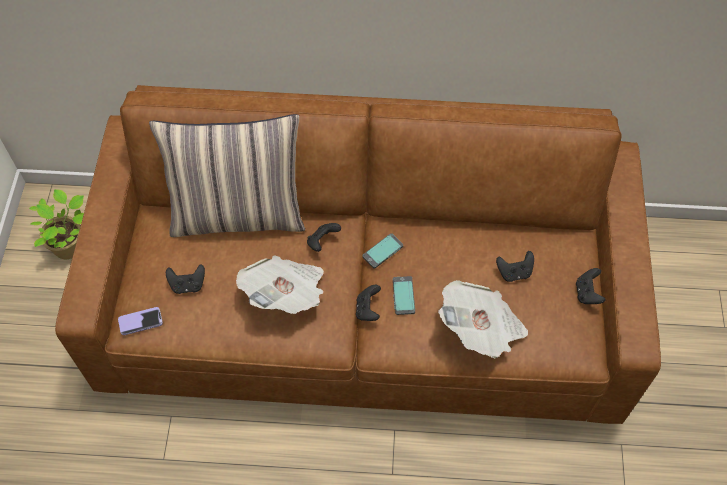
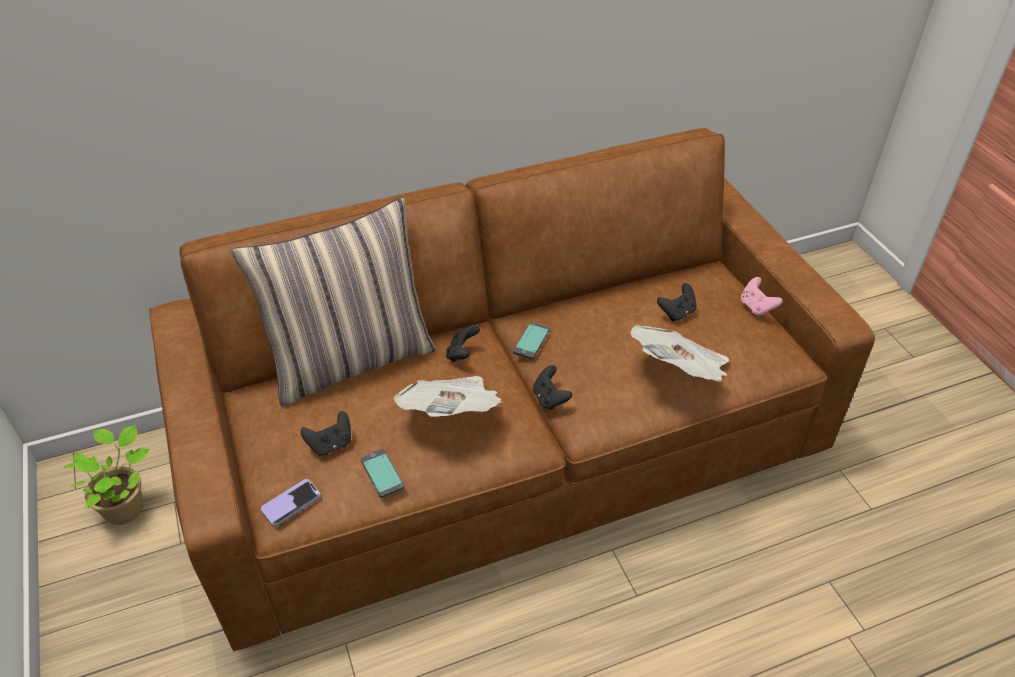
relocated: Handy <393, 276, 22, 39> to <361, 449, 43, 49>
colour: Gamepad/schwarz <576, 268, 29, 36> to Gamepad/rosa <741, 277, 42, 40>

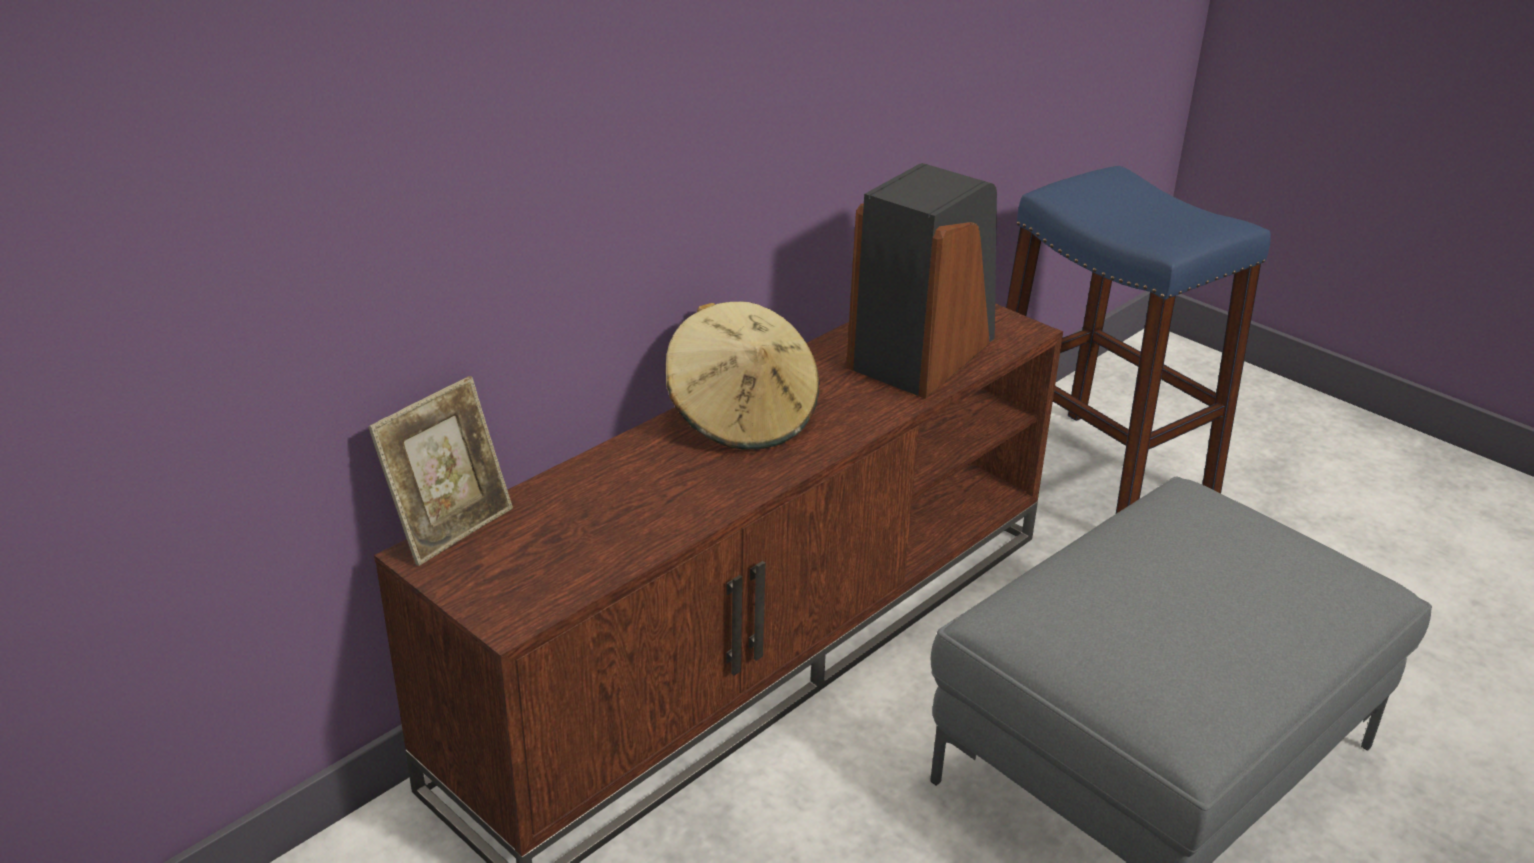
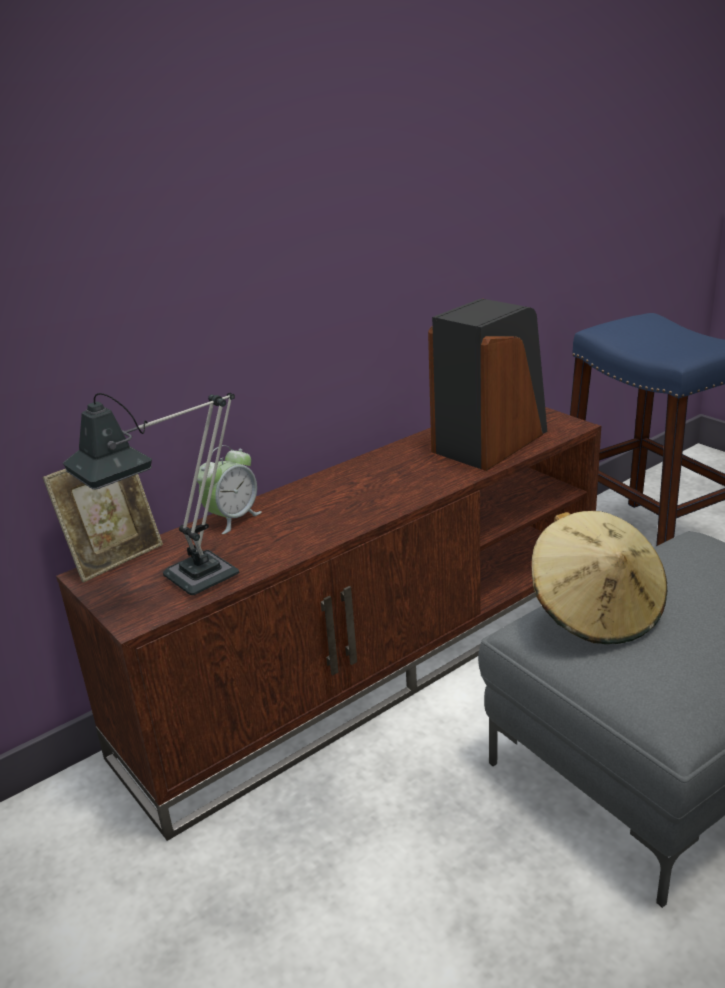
appeared: Tischlampe <63, 393, 176, 202>; Wecker <197, 445, 65, 89>
relocated: Hut/beige <665, 302, 155, 148> to <531, 511, 136, 133>

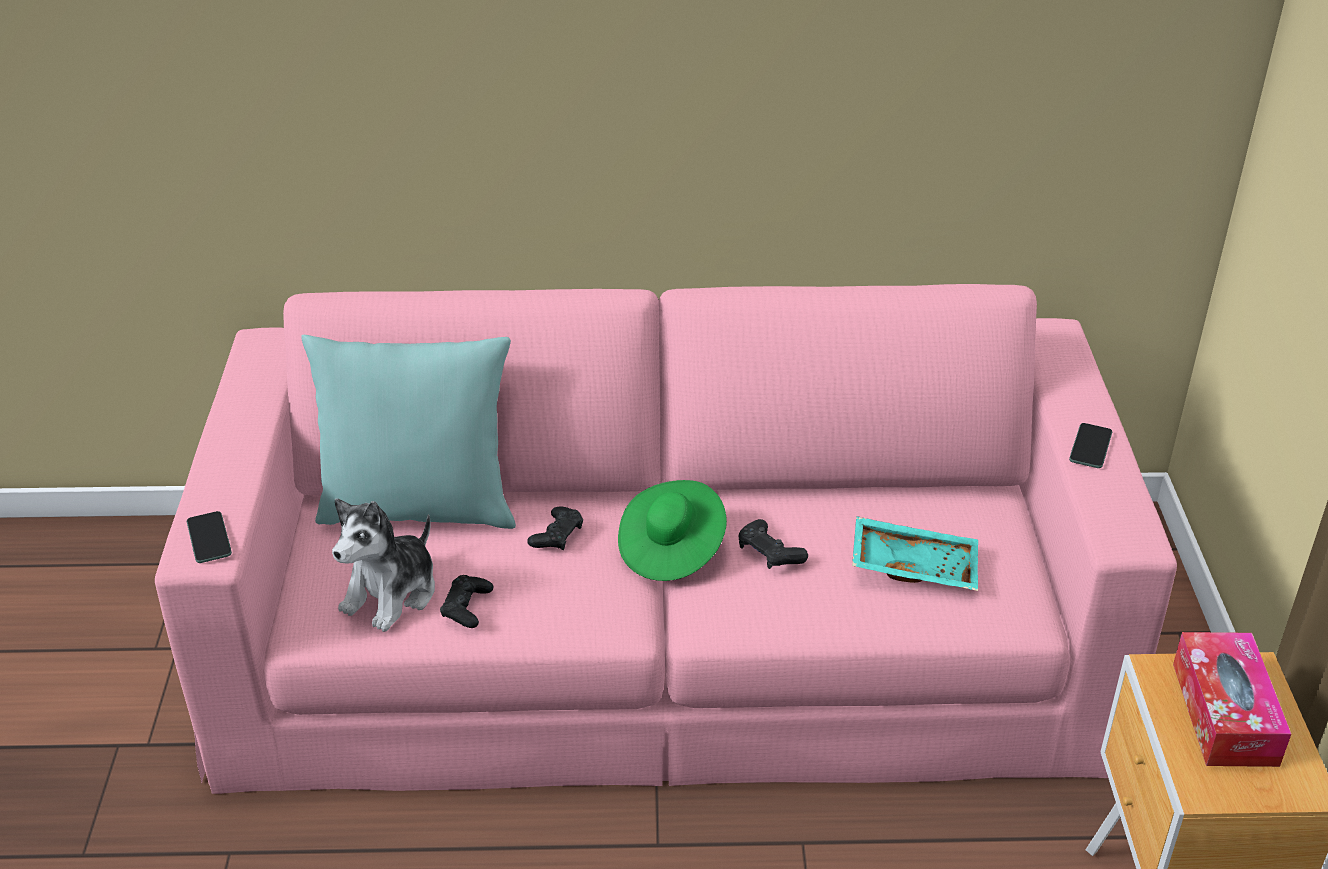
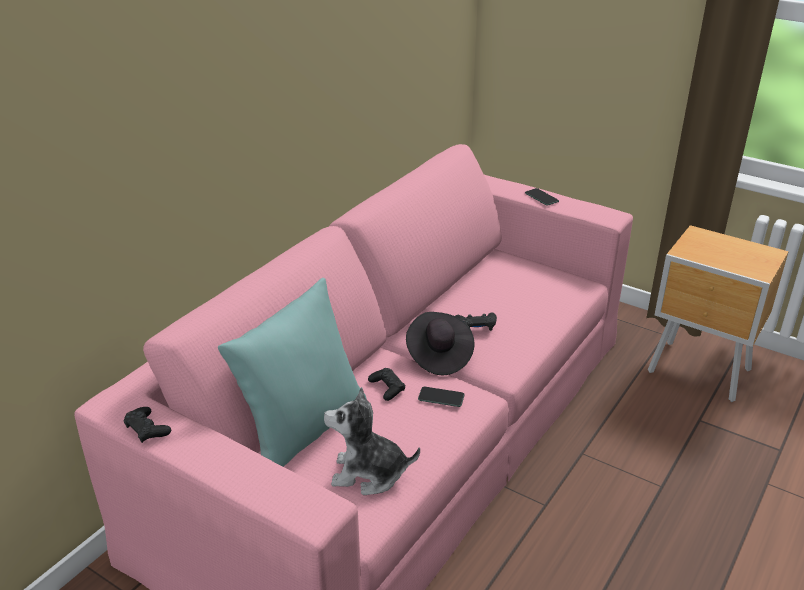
missing: Tablett/türkis <852, 516, 126, 75>; Taschentuchbox <1173, 632, 118, 135>
relocated: Gamepad/schwarz <440, 575, 53, 53> to <124, 407, 47, 36>; Handy <187, 511, 45, 52> to <418, 387, 47, 20>
colour: Hut/grün <618, 480, 109, 101> to Hut/schwarz <406, 312, 68, 63>
spun: Plüschtier <332, 499, 103, 133> = <324, 387, 96, 108> 120 degrees clockwise

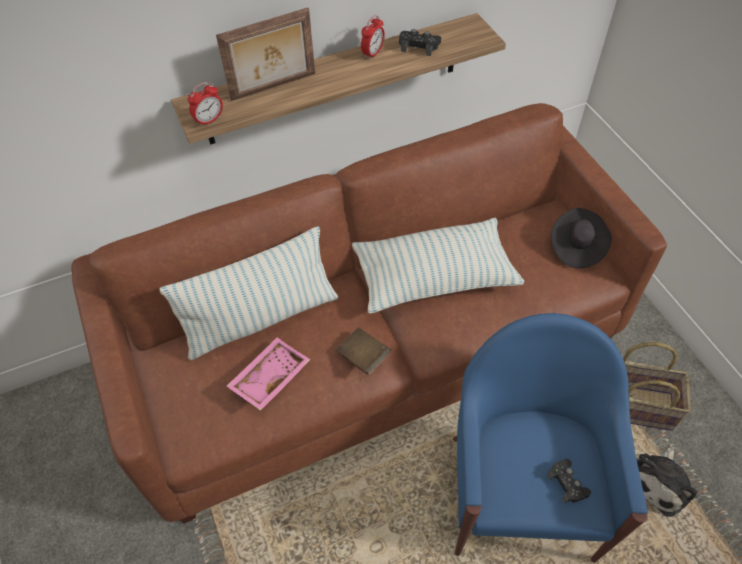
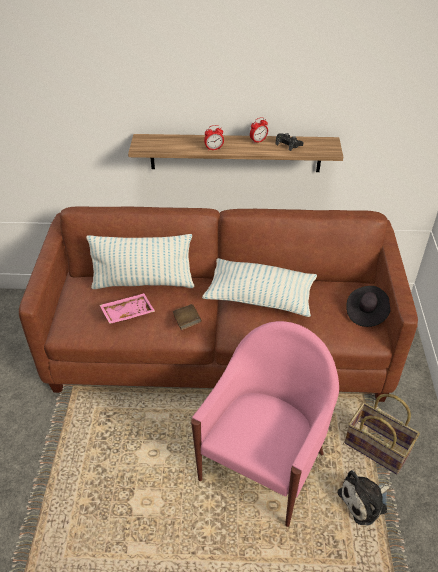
missing: Bilderrahmen <216, 8, 99, 93>; Gamepad/schwarz <547, 459, 44, 44>
relocated: Wecker <188, 82, 35, 45> to <204, 125, 20, 26>
colour: Sessel/blau <453, 313, 195, 250> to Sessel/rosa <191, 321, 148, 206>

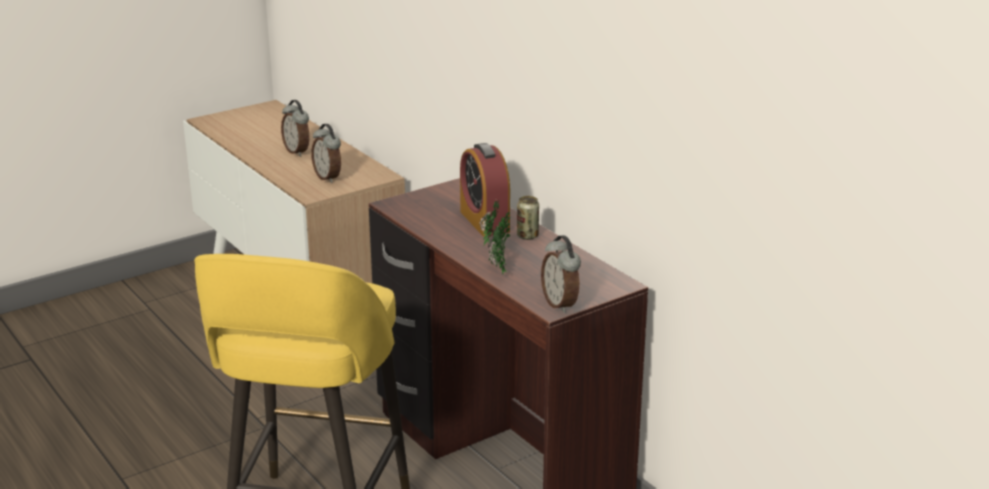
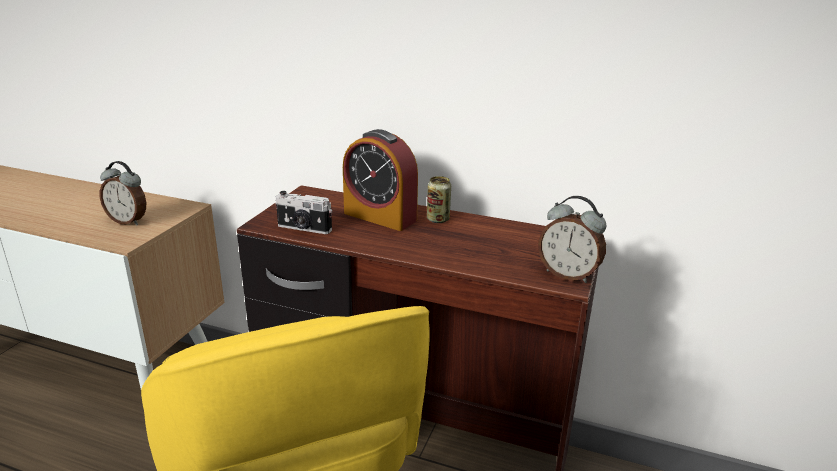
missing: Wecker <281, 100, 29, 57>; Topfpflanze <480, 198, 30, 76>
appeared: Kamera <275, 191, 57, 43>

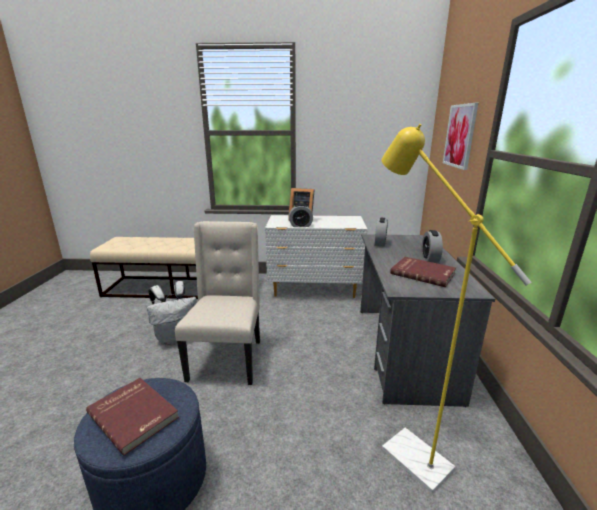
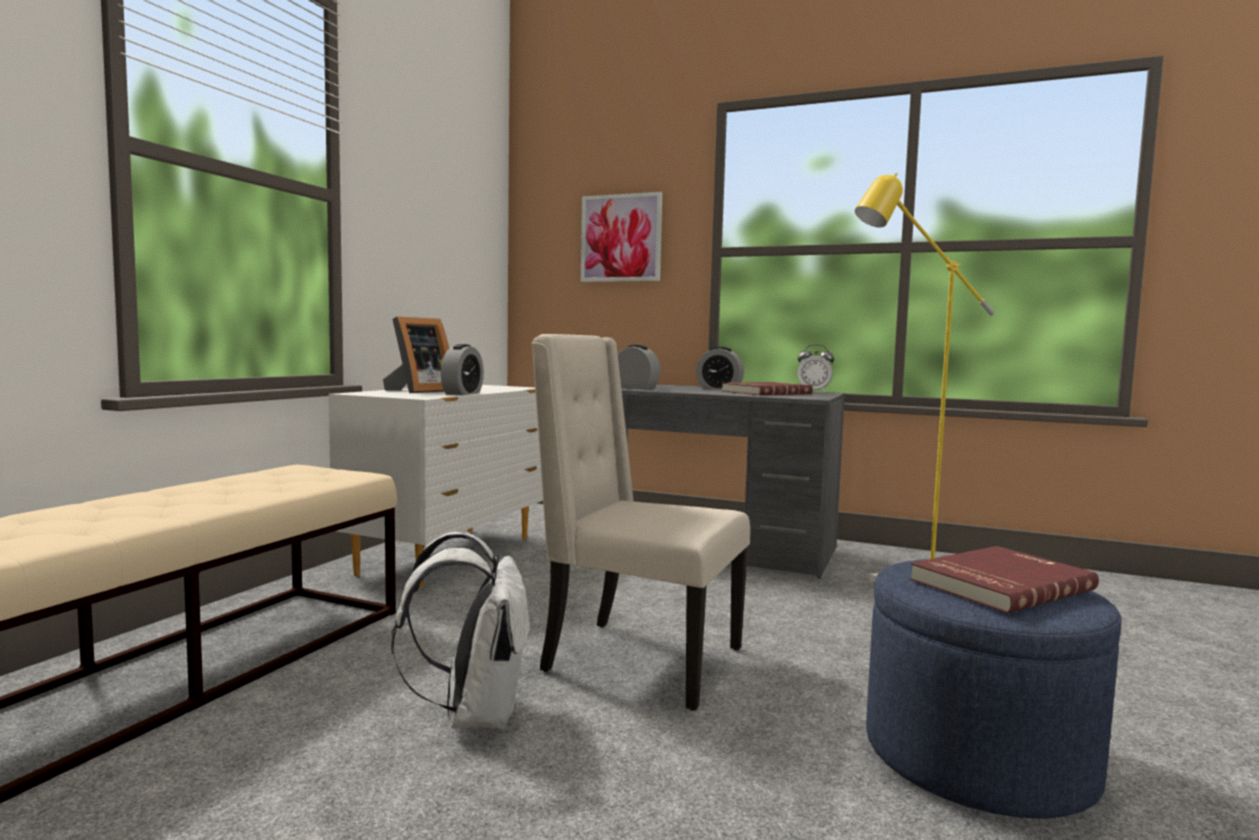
appeared: Wecker <797, 344, 37, 48>

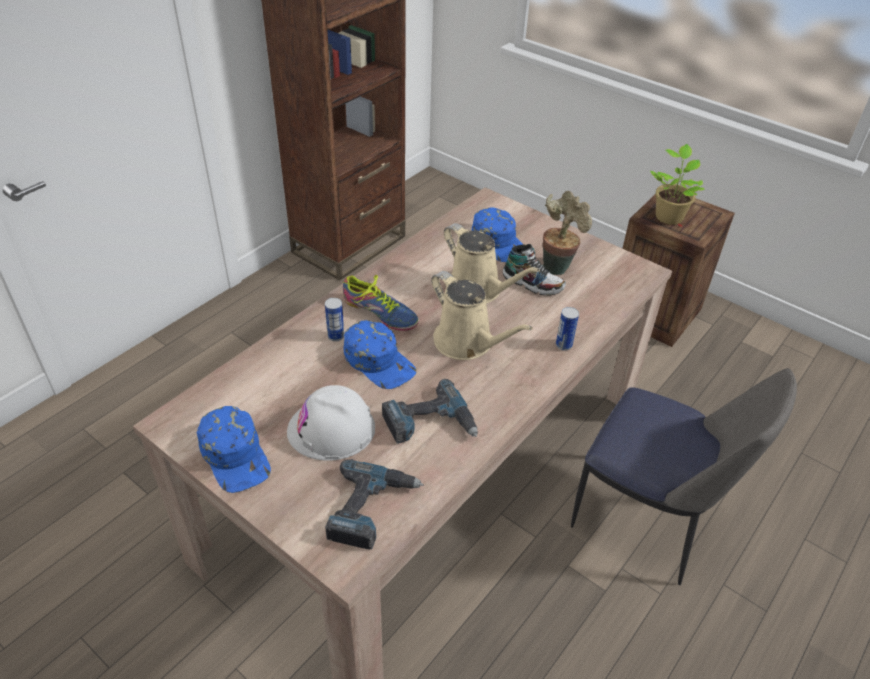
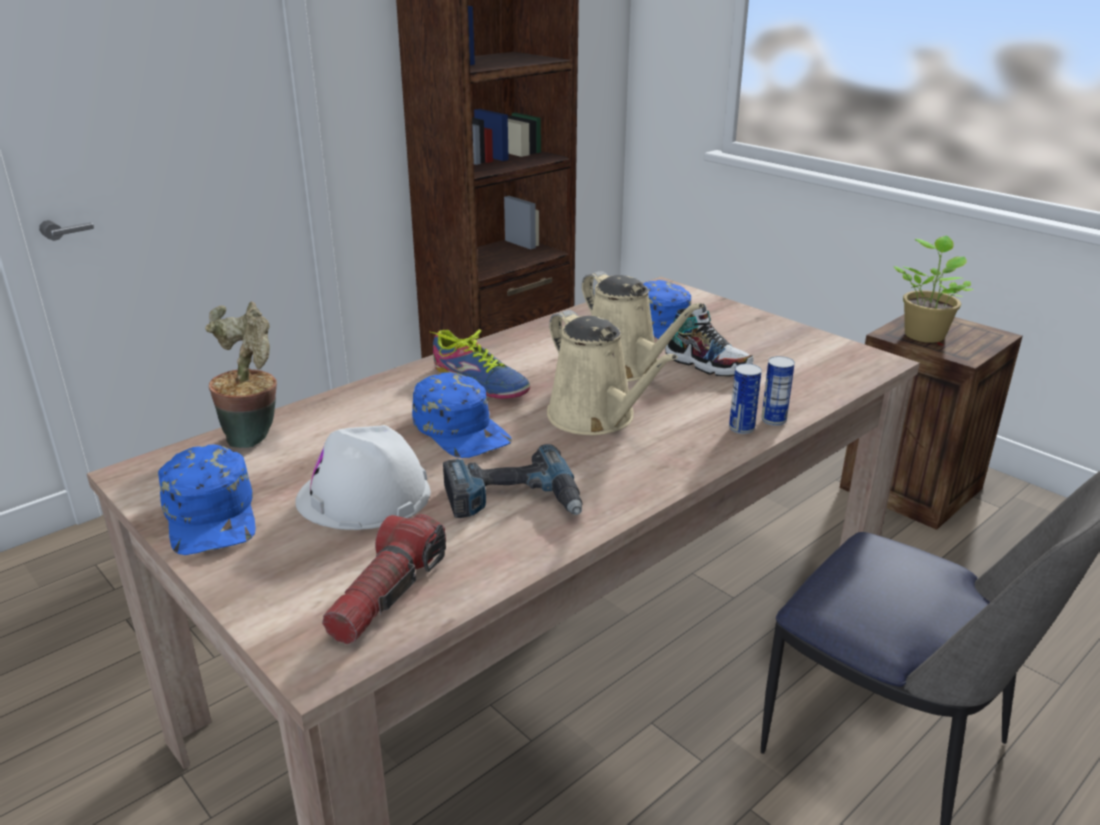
relocated: Topfpflanze <543, 191, 49, 84> to <205, 302, 72, 146>; Dose <325, 298, 19, 44> to <761, 356, 34, 70>
exchanged: Bohrmaschine <325, 459, 99, 91> to Taschenlampe <322, 514, 124, 130>

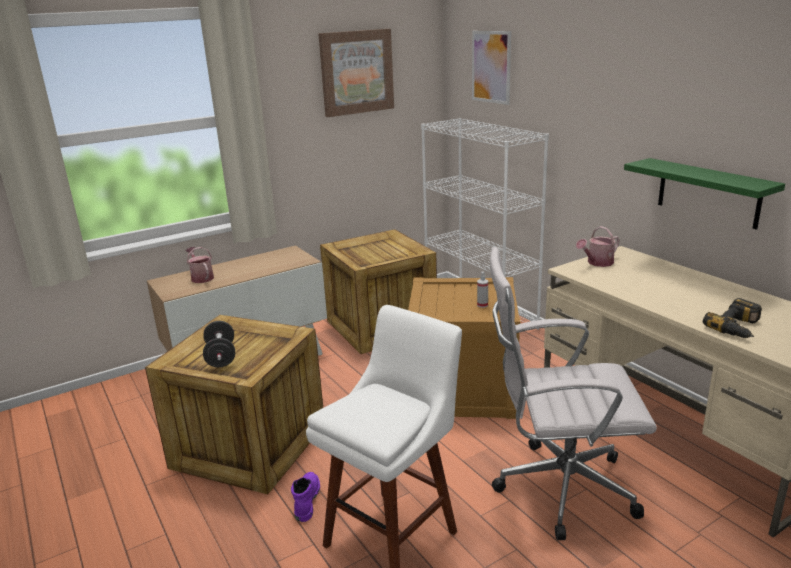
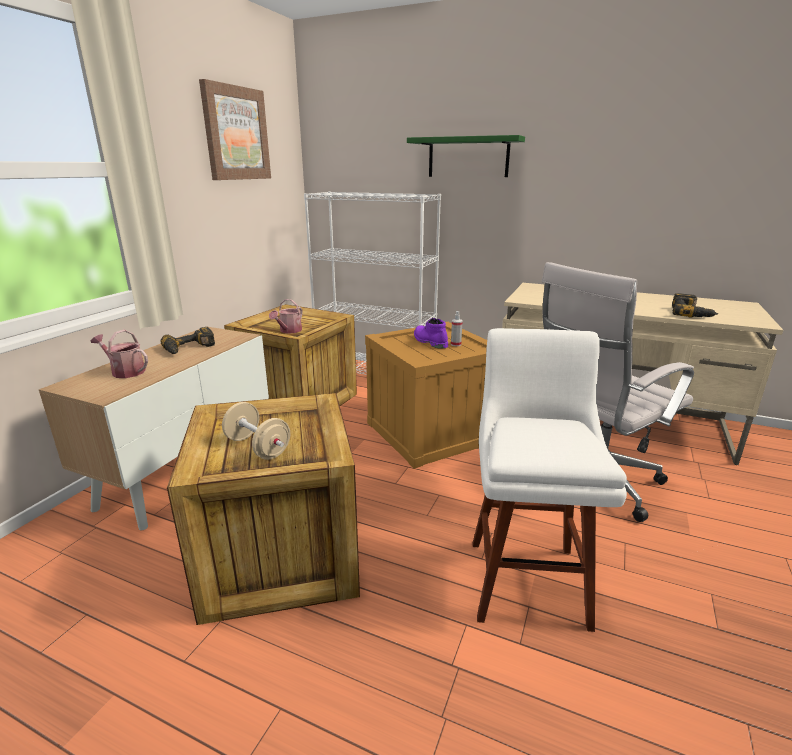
missing: Bild <472, 31, 39, 74>
appeared: Bohrmaschine <161, 327, 54, 27>
relocated: Gießkanne <576, 226, 44, 41> to <269, 299, 34, 35>; Wandregal/grün <624, 158, 161, 72> to <407, 135, 118, 42>; Stiefel/lila <291, 472, 29, 50> to <414, 318, 34, 30>
colour: Hantel/schwarz <203, 321, 32, 46> to Hantel/beige <222, 402, 68, 58>

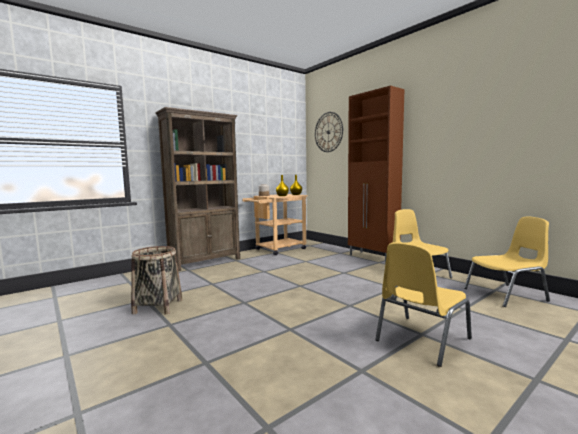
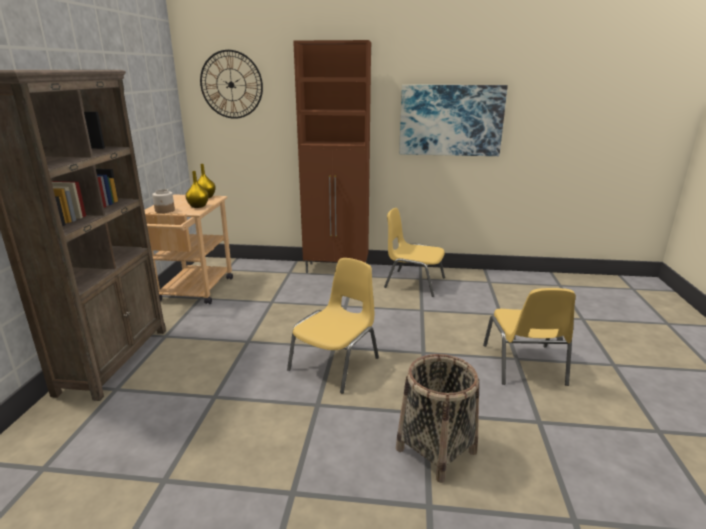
appeared: Bild <399, 85, 109, 71>
relocated: Stuhl/gelb <464, 217, 86, 90> to <287, 258, 92, 136>; Korb <131, 246, 51, 68> to <396, 354, 83, 129>

